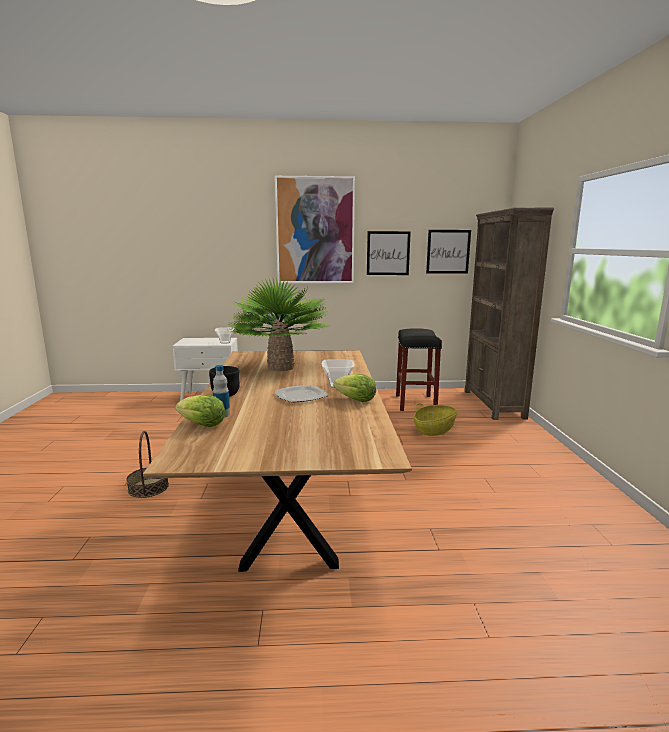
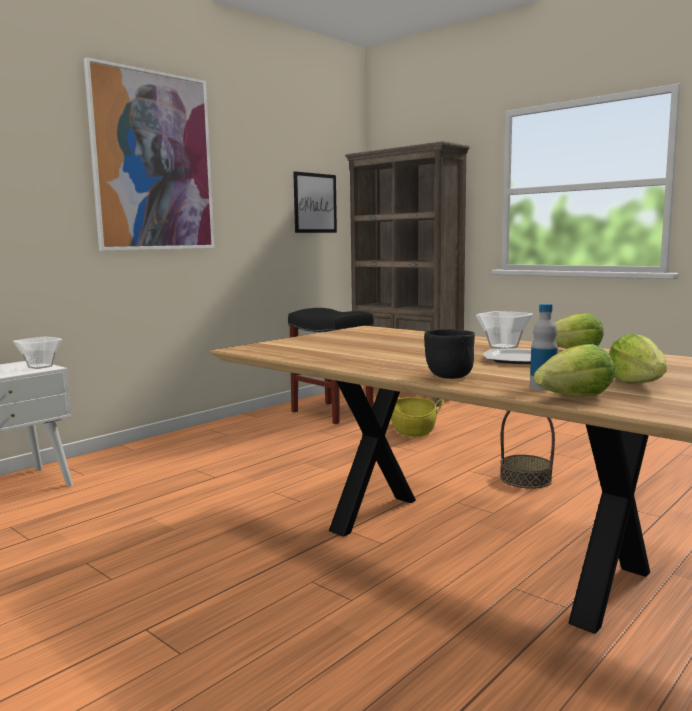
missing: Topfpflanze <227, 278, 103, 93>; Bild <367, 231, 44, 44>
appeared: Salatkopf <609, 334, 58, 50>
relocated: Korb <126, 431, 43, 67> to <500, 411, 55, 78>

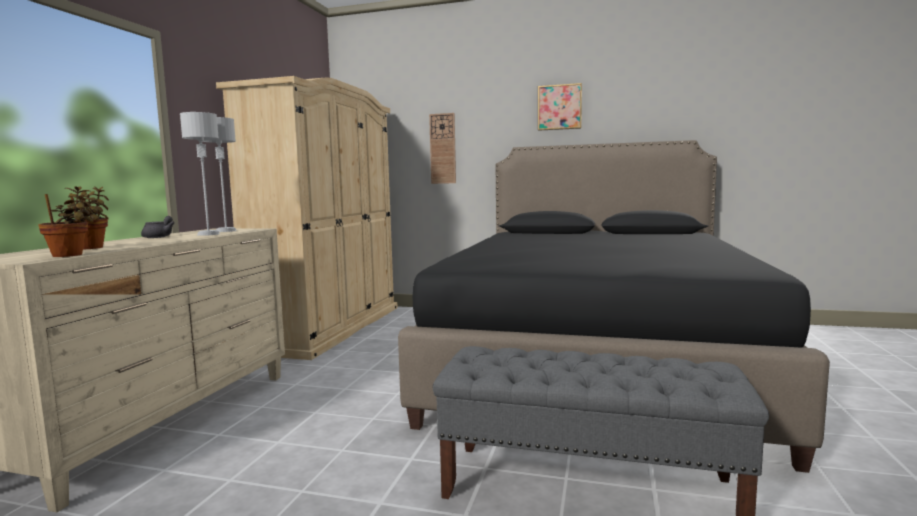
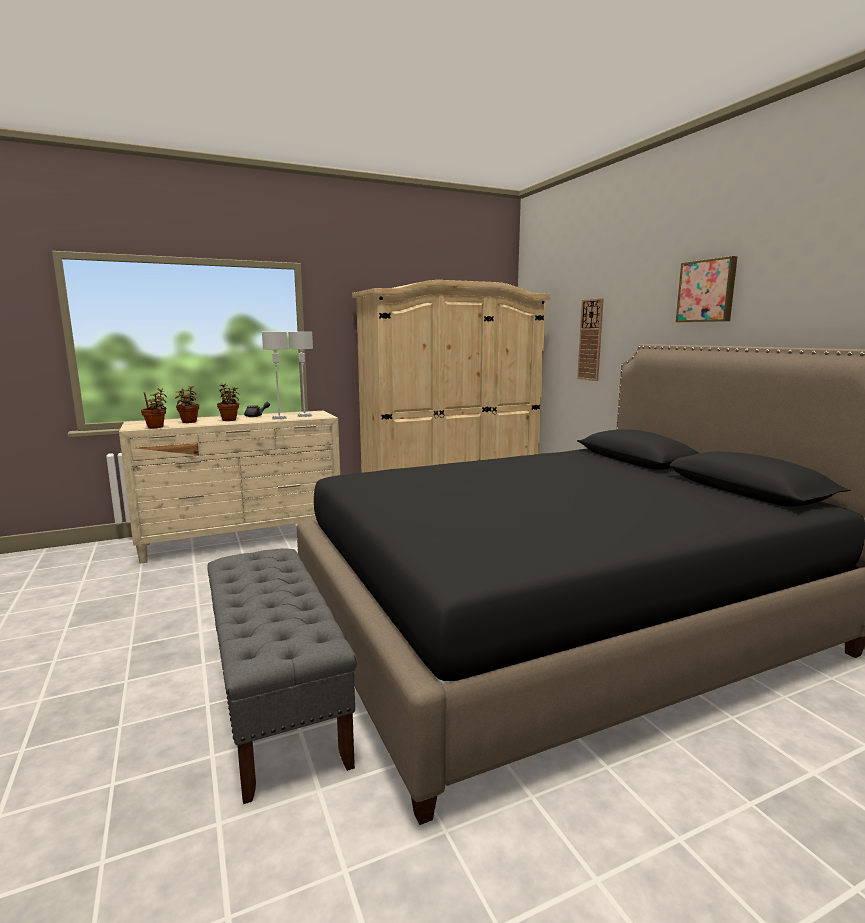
appeared: Topfpflanze <217, 384, 22, 37>

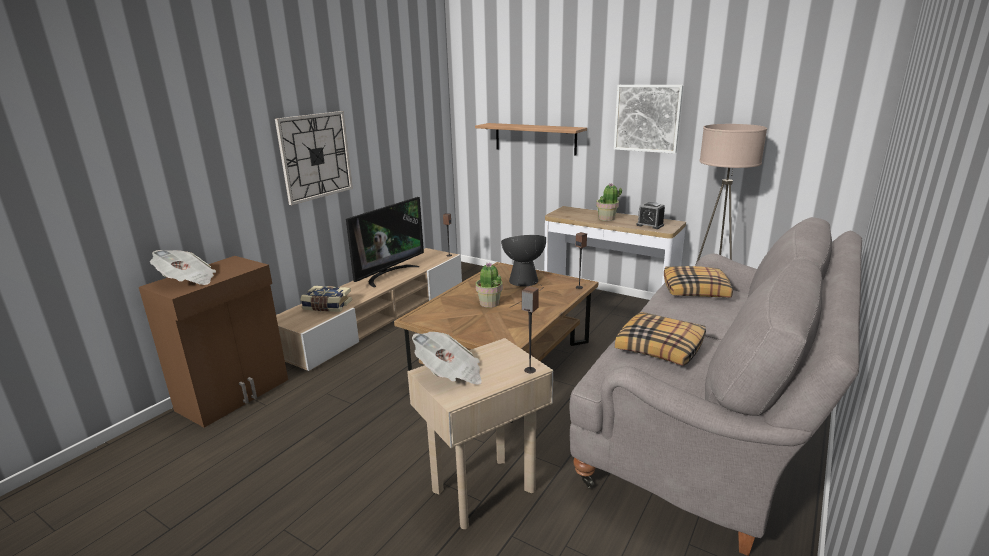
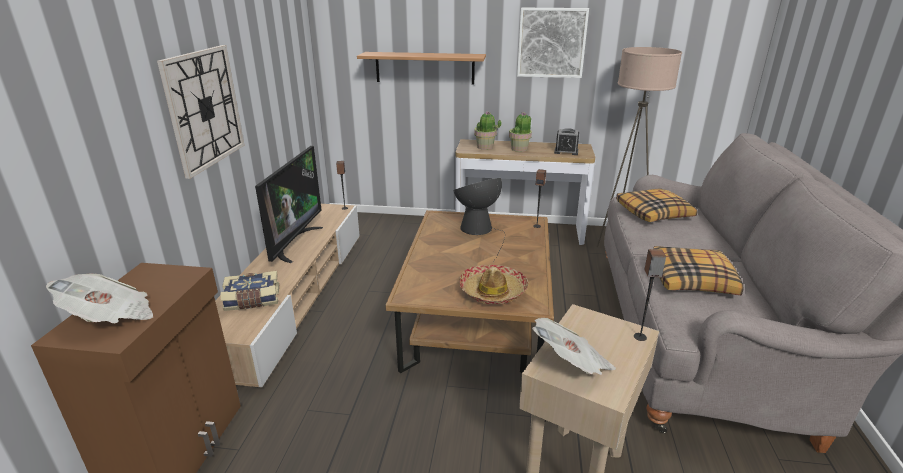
appeared: Hut <459, 265, 70, 39>
relocated: Topfpflanze <476, 262, 27, 46> to <474, 111, 27, 39>

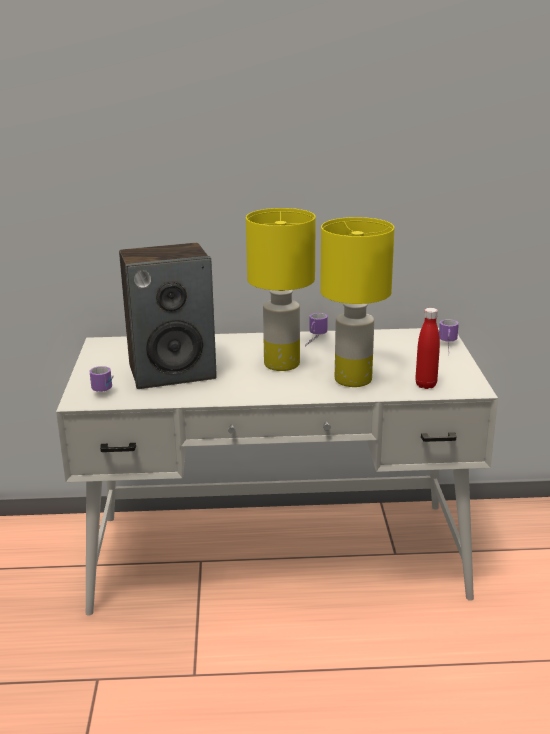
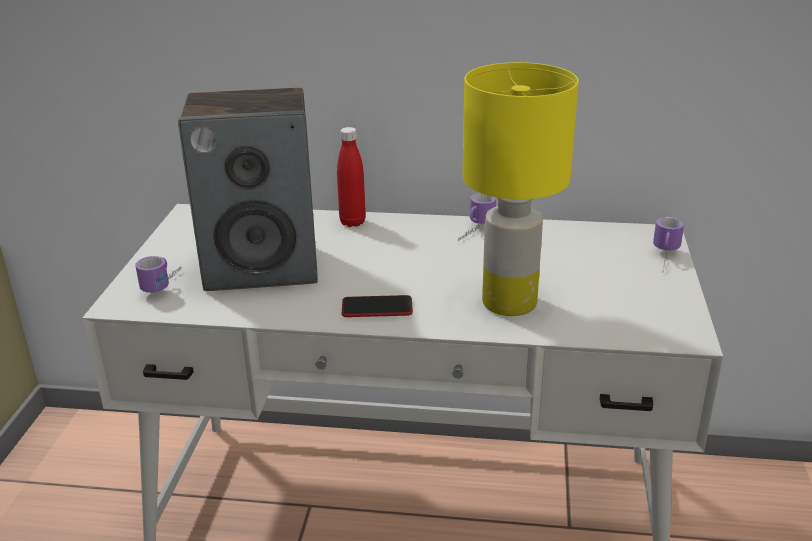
missing: Tischlampe/gelb <246, 208, 70, 163>
appeared: Handy <342, 295, 71, 22>
relocated: Flasche/rot <415, 308, 25, 81> to <337, 127, 29, 100>

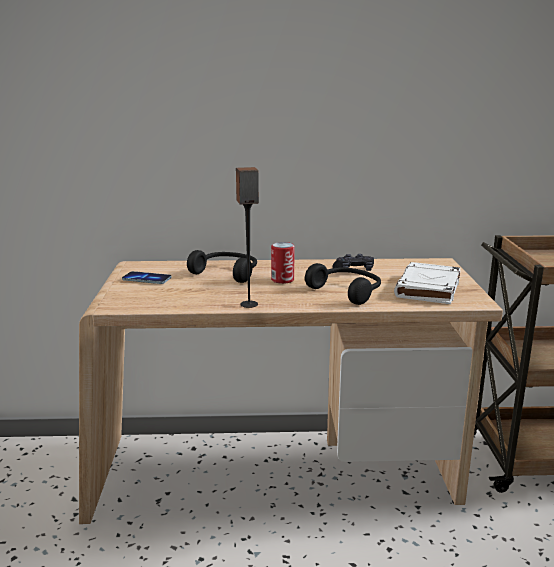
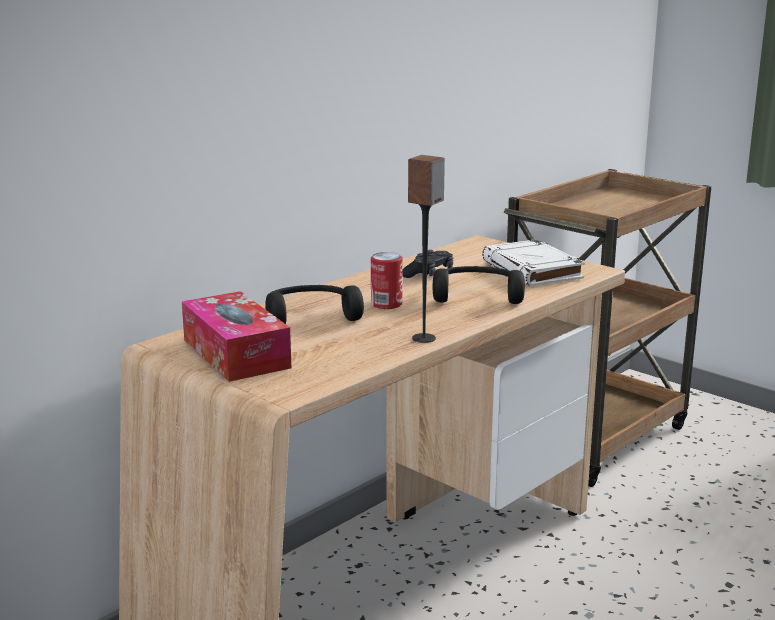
exchanged: Handy <122, 271, 50, 13> to Taschentuchbox <182, 291, 109, 91>

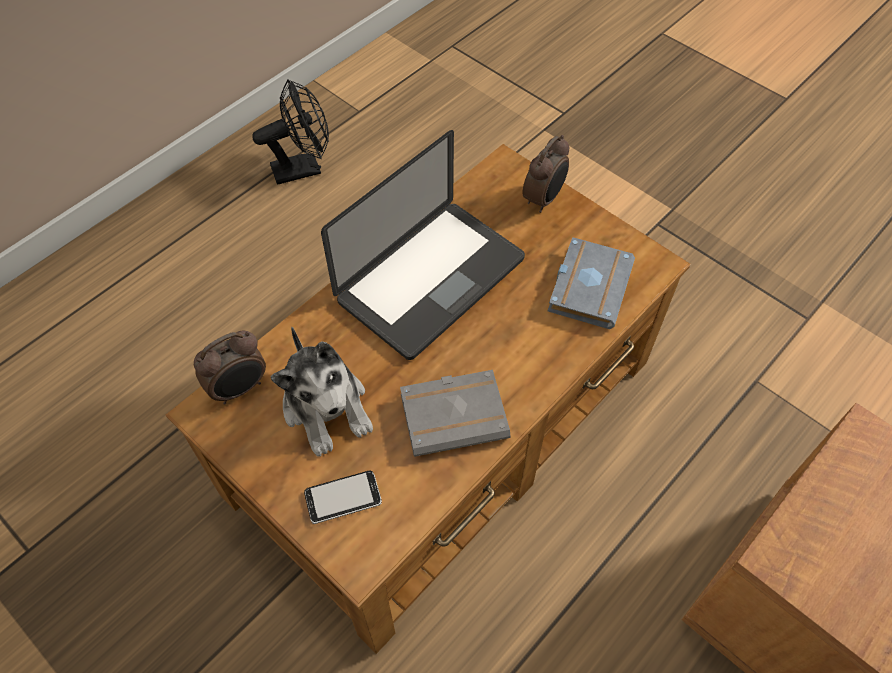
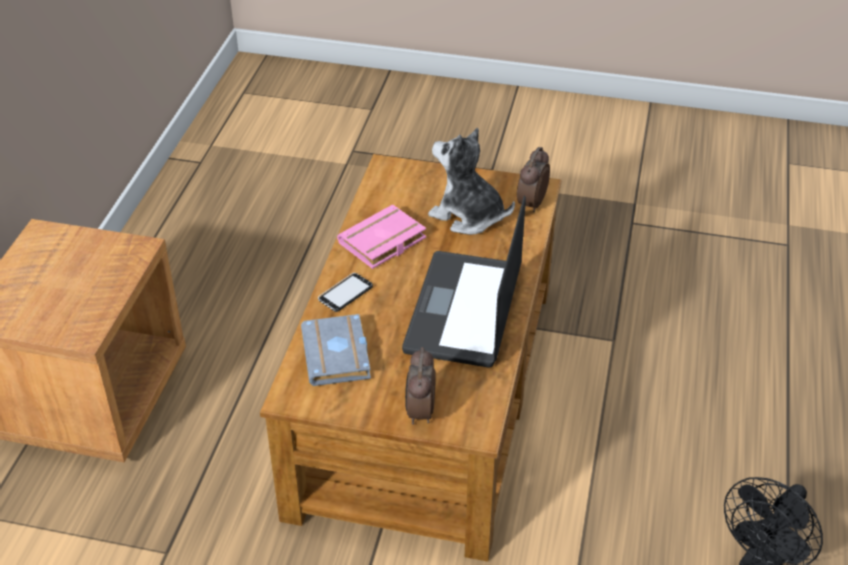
relocated: Handy <304, 471, 78, 53> to <318, 273, 55, 39>
colour: Buch/grau <400, 370, 111, 87> to Buch/rosa <337, 204, 89, 65>

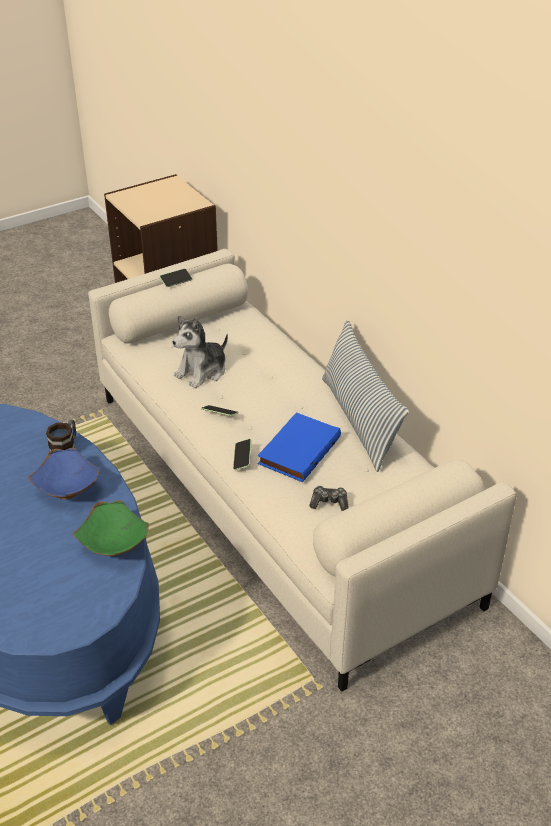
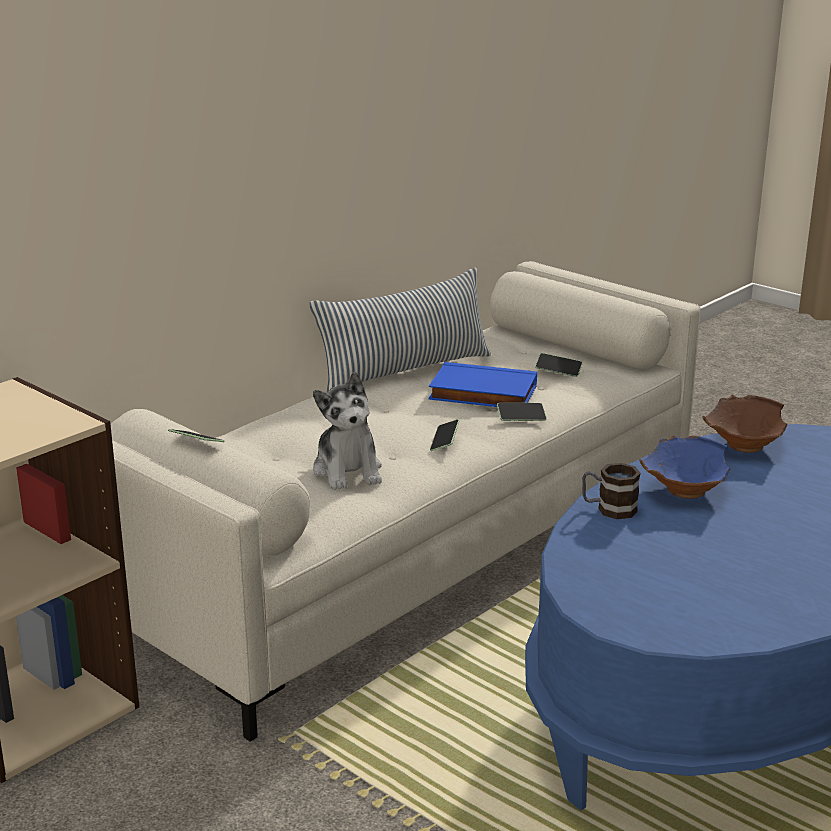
exchanged: Gamepad <310, 486, 39, 25> to Handy <535, 353, 48, 24>
colour: Schüssel/grün <73, 500, 76, 56> to Schüssel/braun <702, 395, 85, 58>
spun: Plüschtier <172, 315, 56, 74> = <313, 372, 69, 118> 45 degrees clockwise

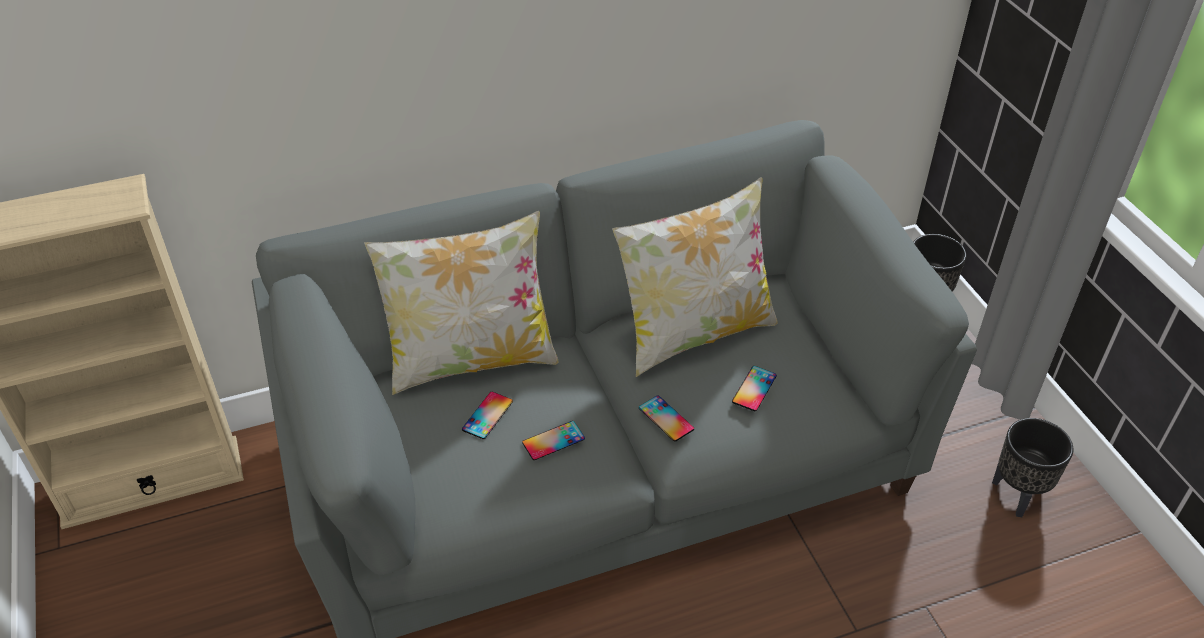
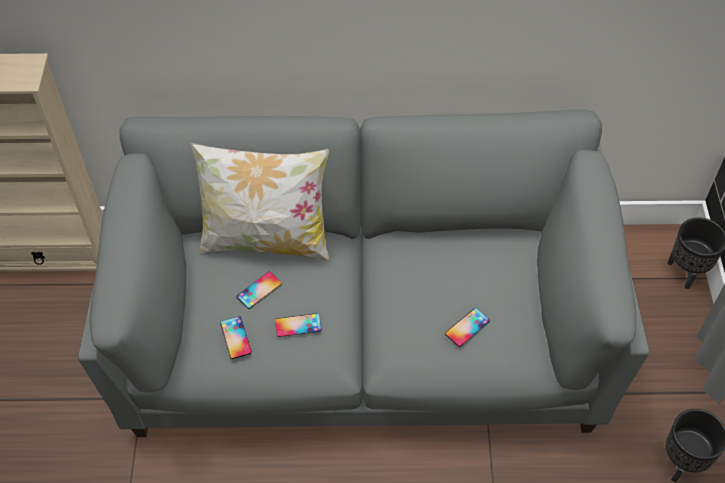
missing: Kissen <612, 177, 166, 200>
relocated: Handy <639, 395, 55, 47> to <220, 316, 32, 43>

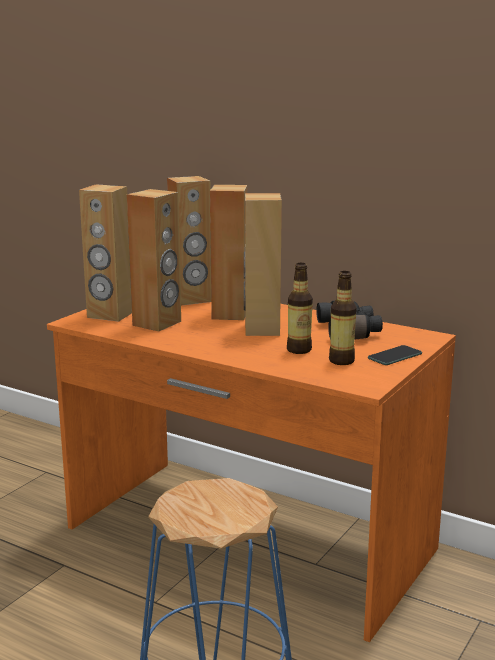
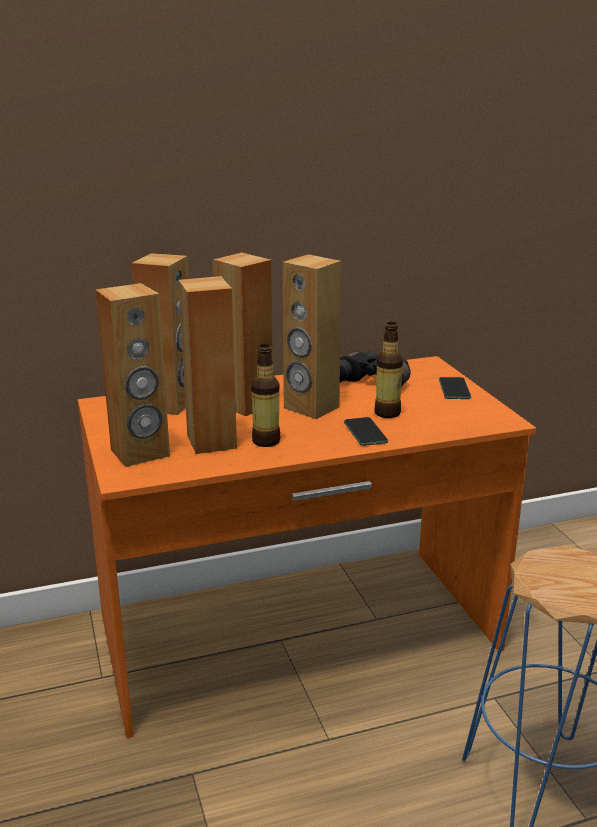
appeared: Handy <344, 417, 44, 29>
relocated: Flasche <329, 271, 28, 94> to <251, 344, 29, 103>

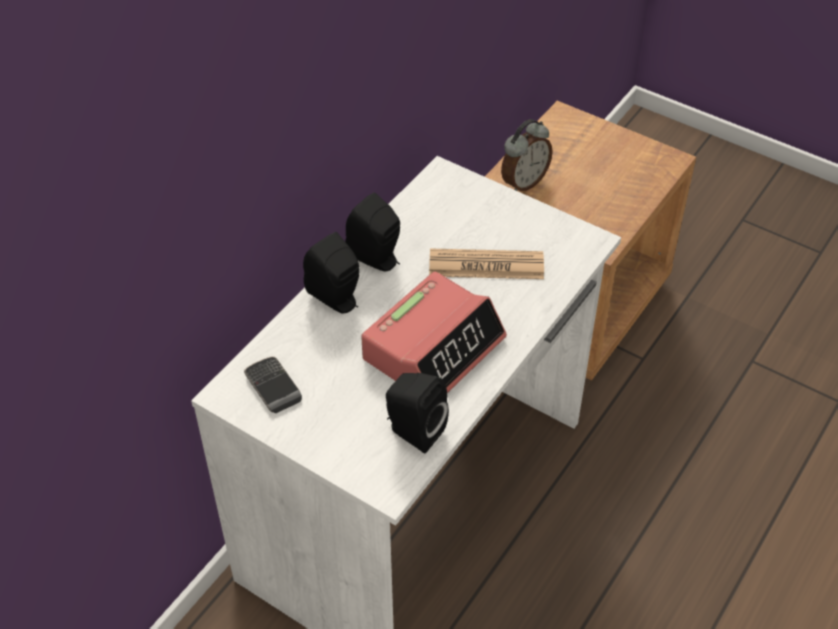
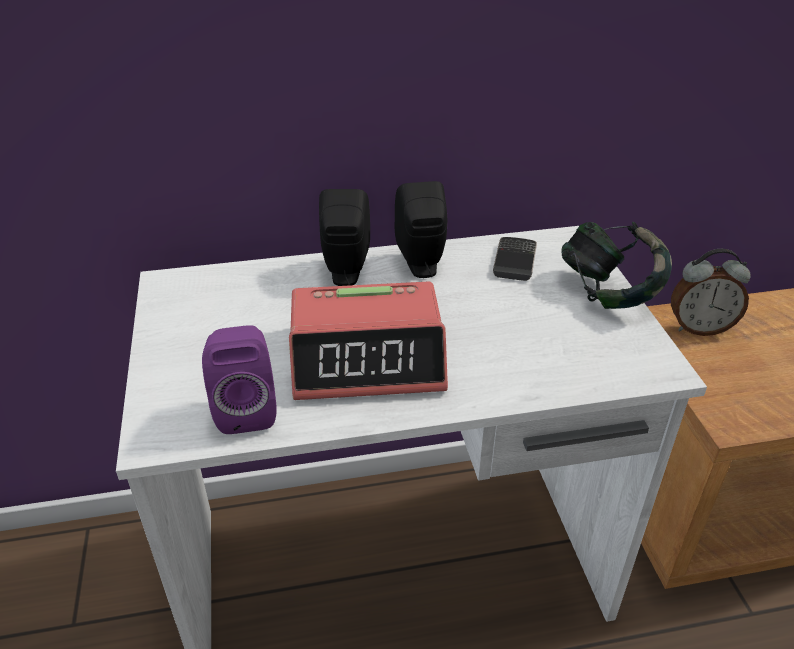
missing: Zeitung <429, 248, 115, 31>
appeared: Kopfhörer <561, 222, 111, 87>
relocated: Handy <244, 356, 58, 57> to <493, 237, 44, 44>
colour: Lautsprecher/schwarz <386, 373, 63, 80> to Lautsprecher/lila <202, 325, 75, 109>

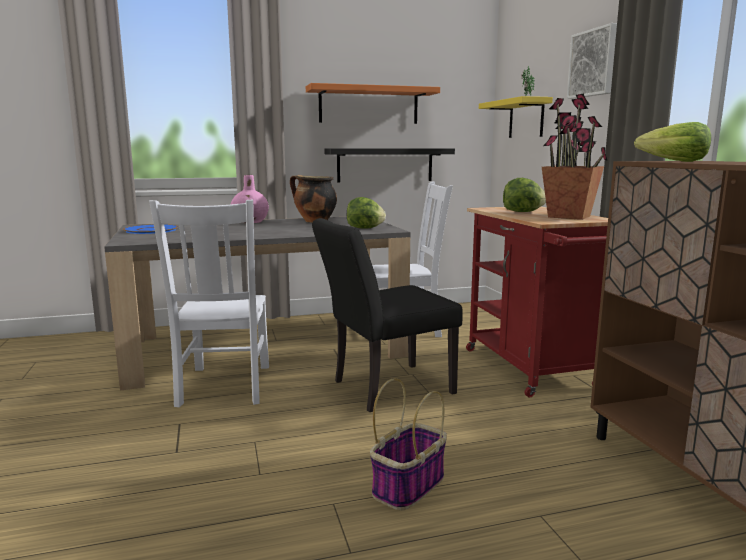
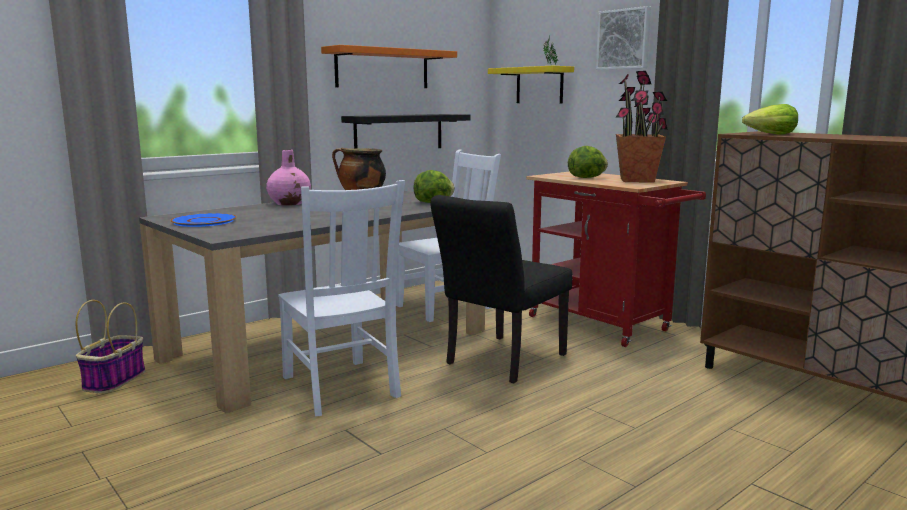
relocated: Korb <370, 378, 77, 132> to <76, 300, 69, 94>

